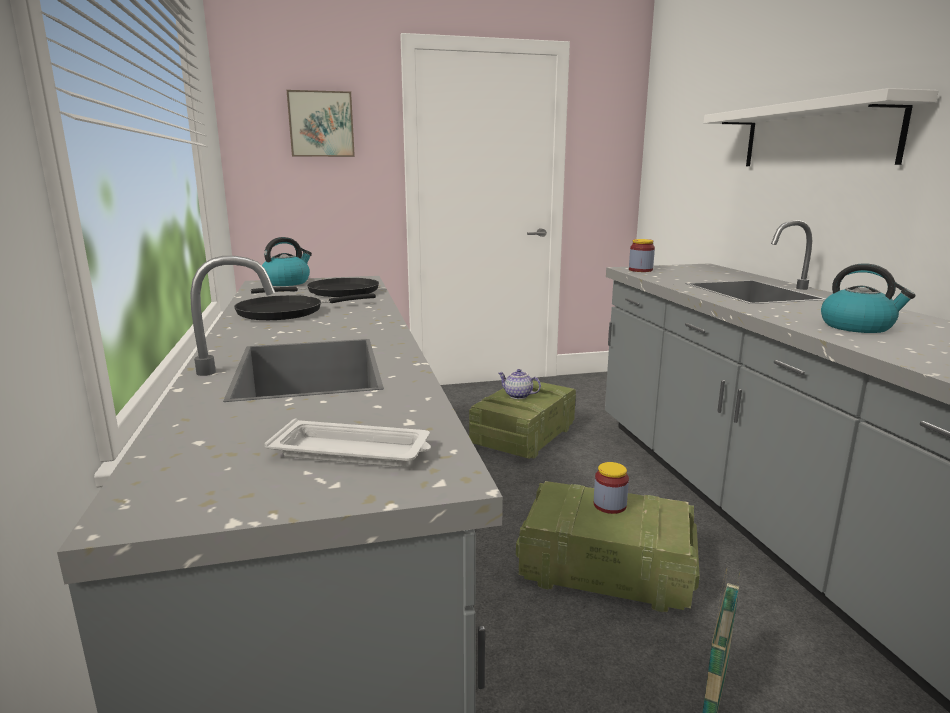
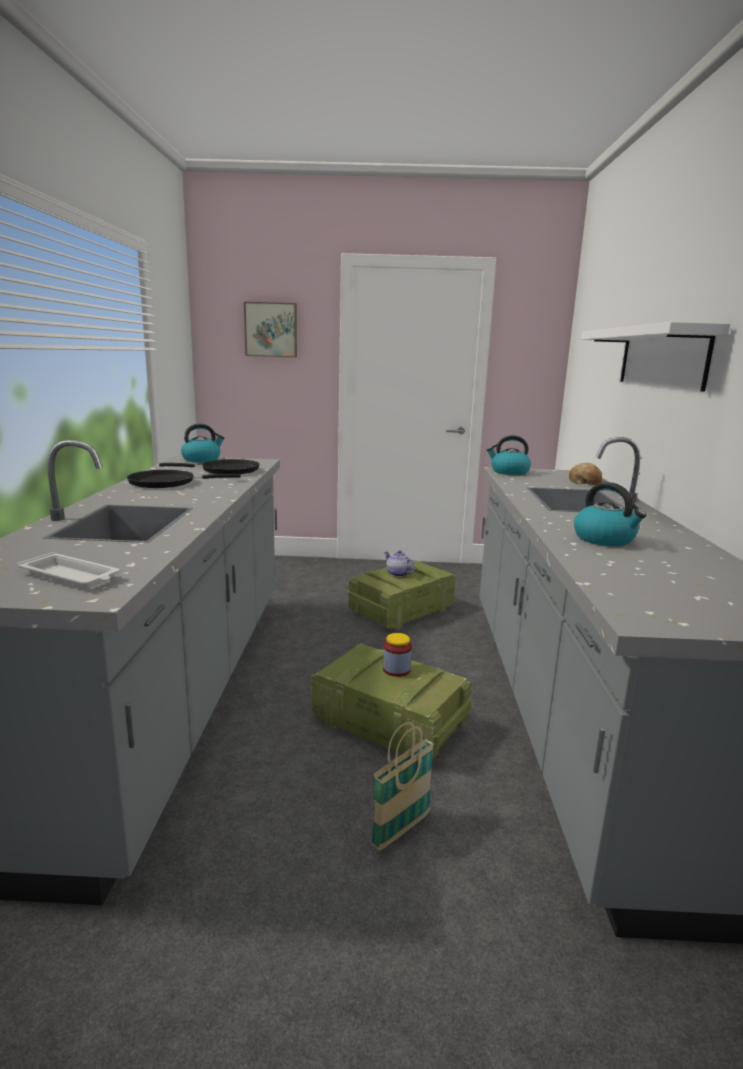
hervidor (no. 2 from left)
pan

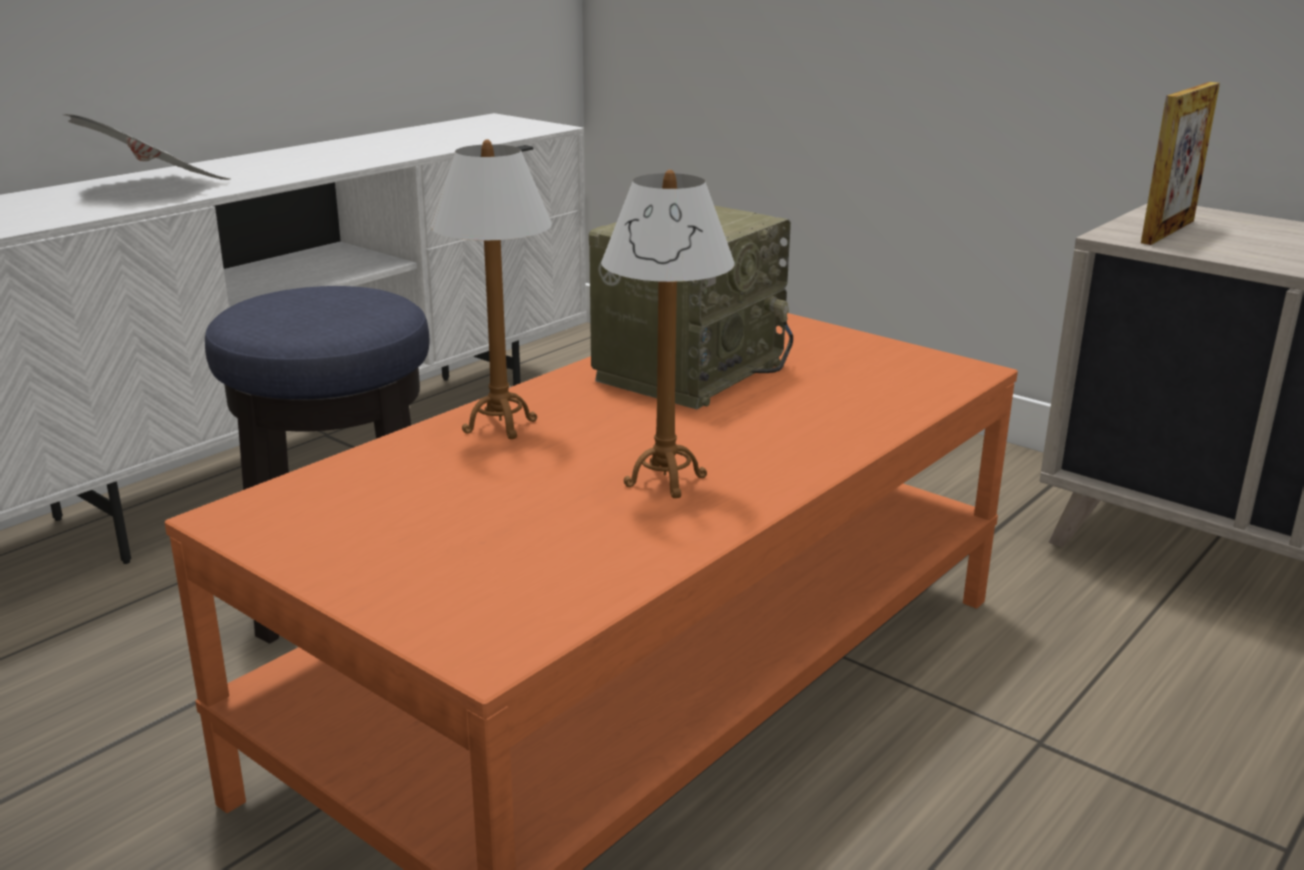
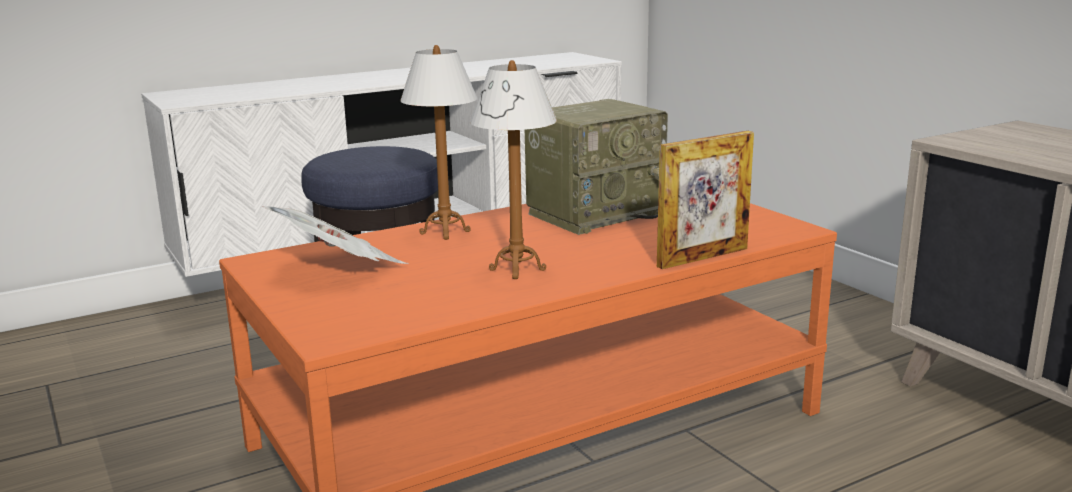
periódico
portarretratos

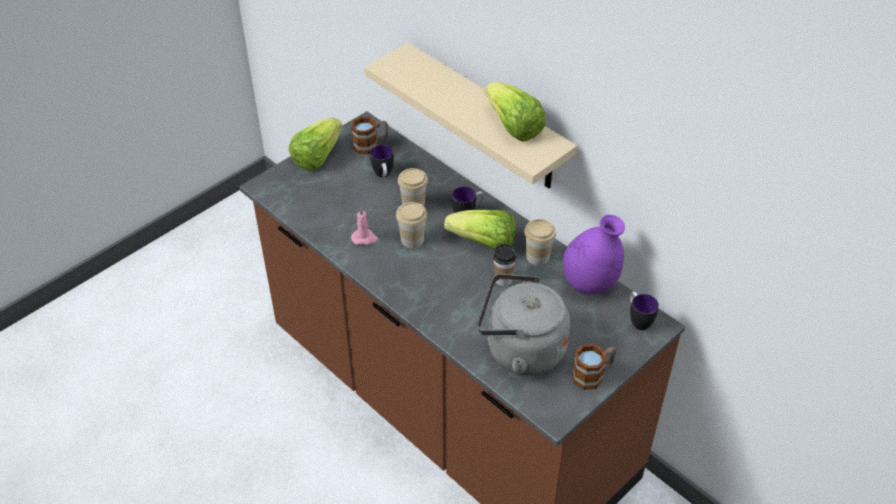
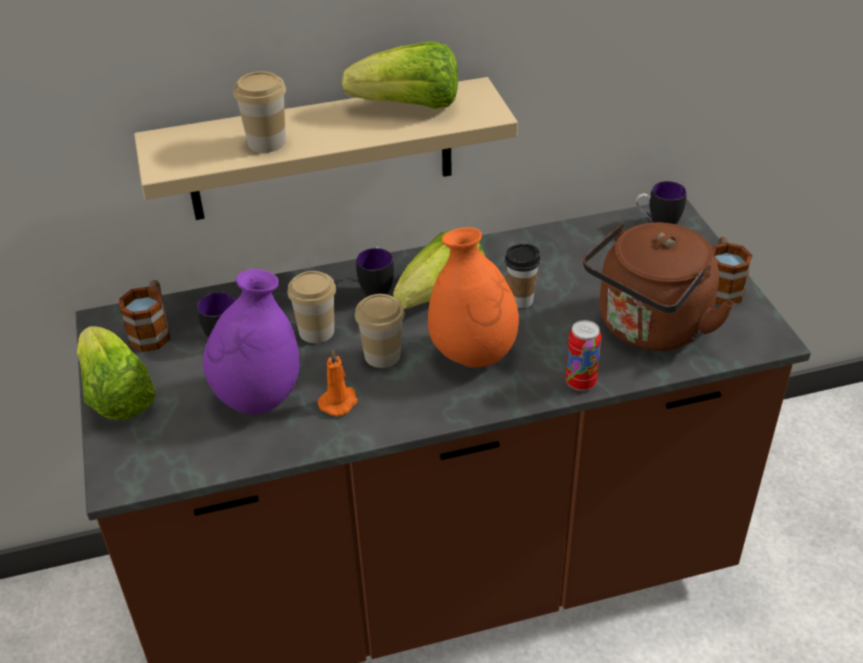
vela (naranja)
hervidor (marrón)
taza (no. 1 from left)
florero (morado)
florero (naranja)
lata

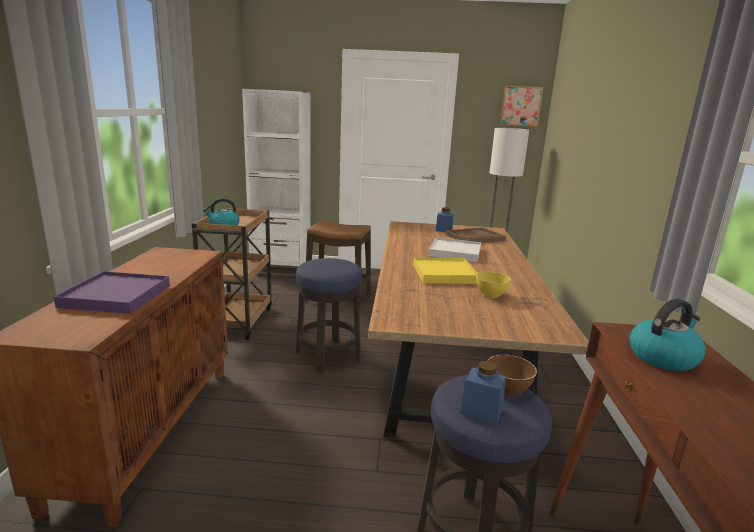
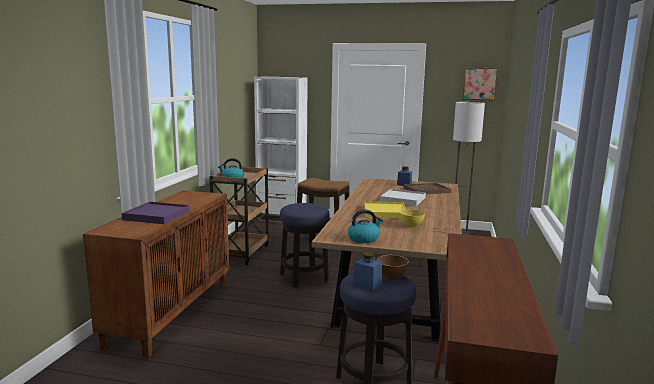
hervidor (no. 2 from left)

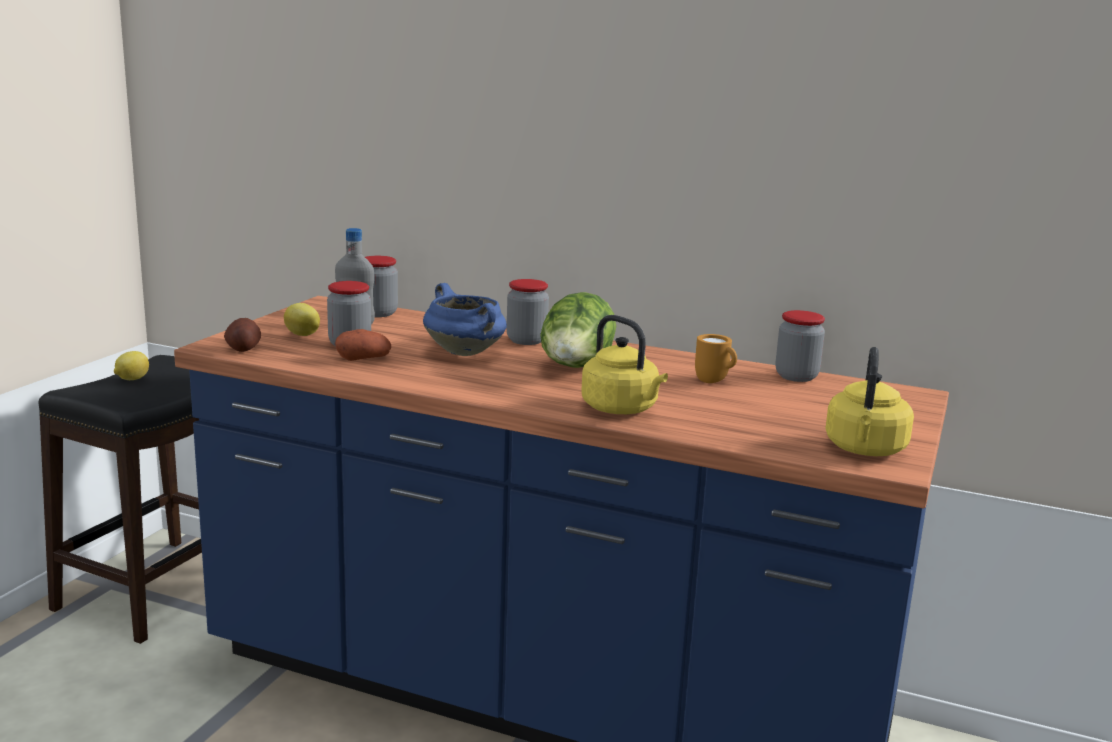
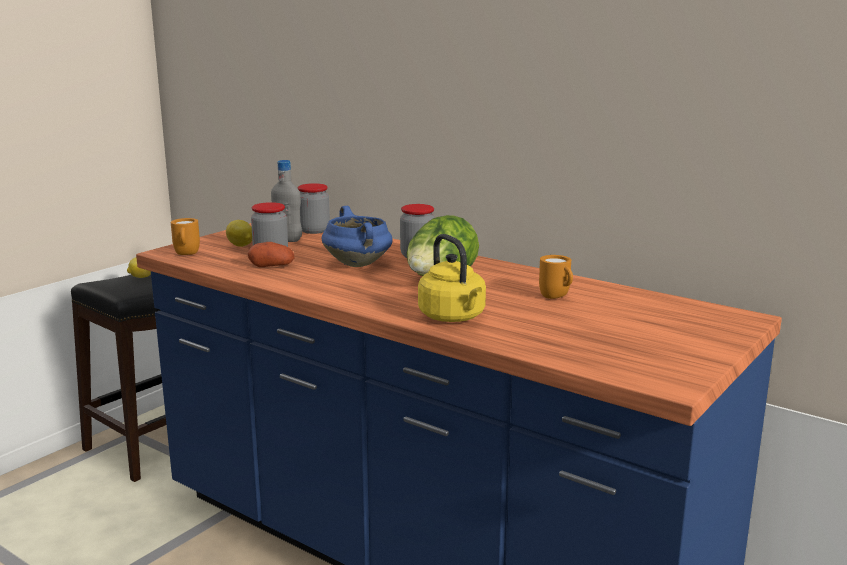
taza grande (naranja) (no. 1 from left)
tarro (no. 4 from left in the first image)
hervidor (amarillo) (no. 2 from left in the first image)

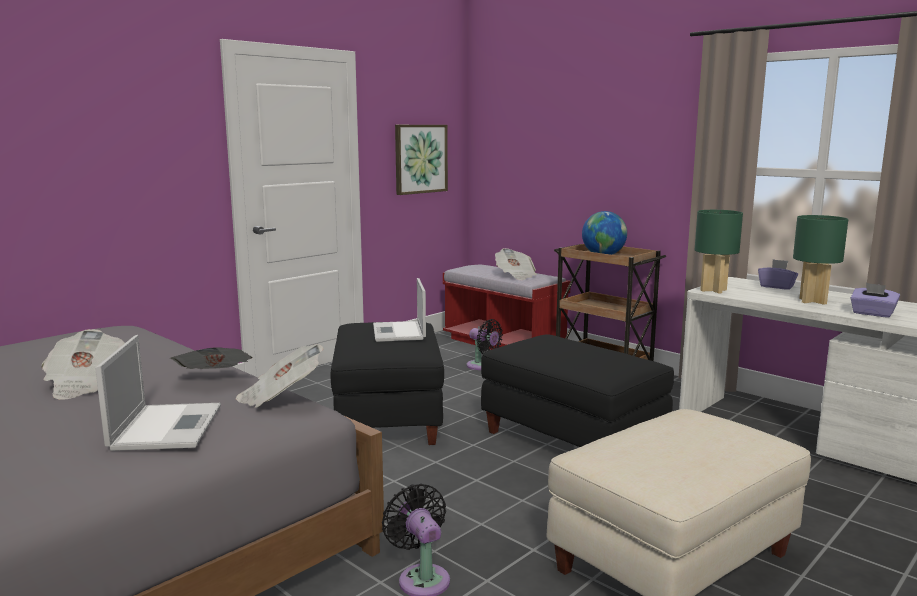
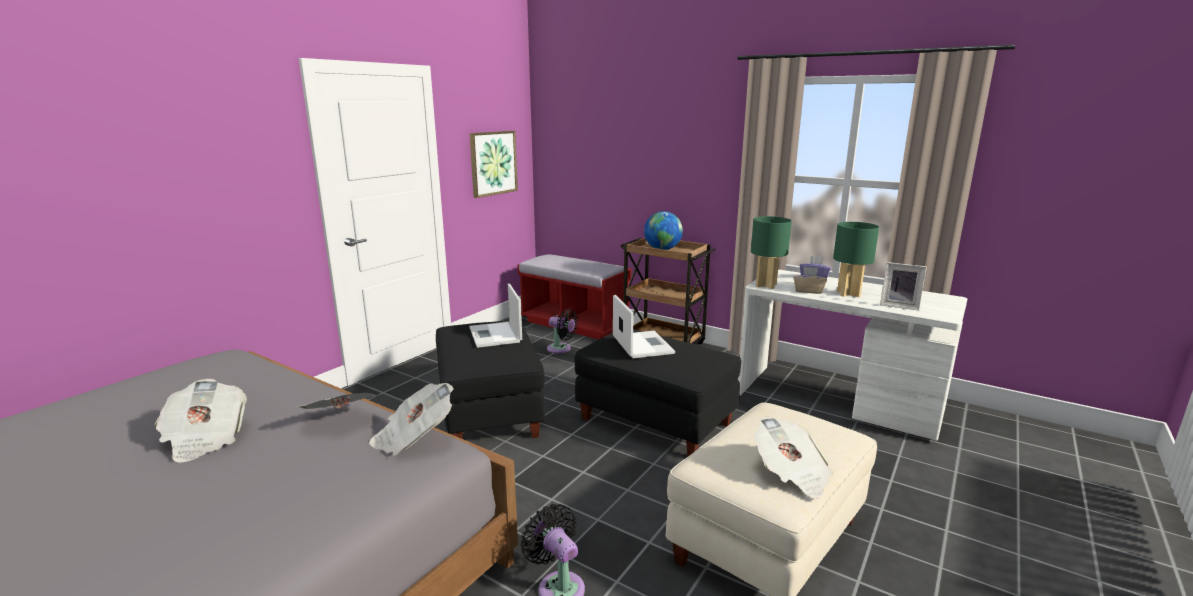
portátil (no. 2 from left)
periódico (no. 4 from left)
portarretratos
caja de pañuelos (beis)

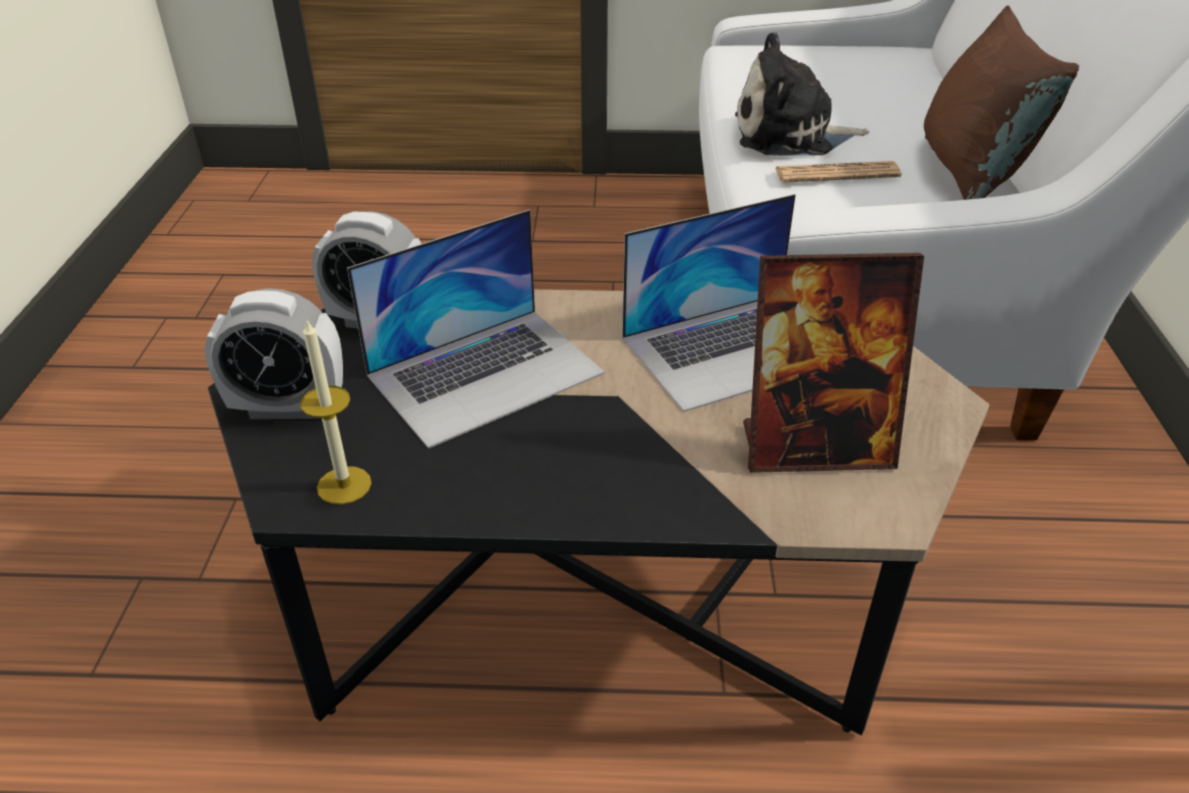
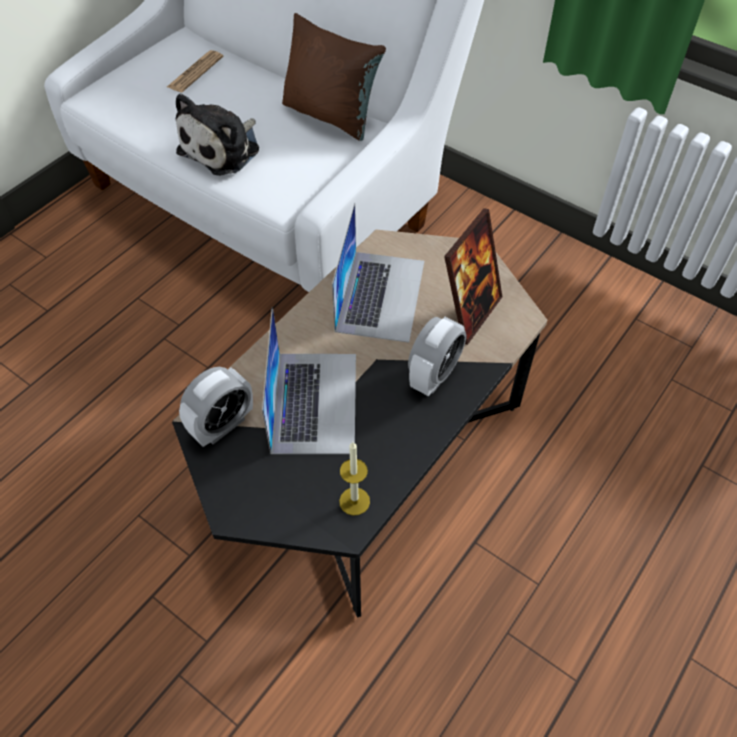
despertador (no. 2 from left)
periódico

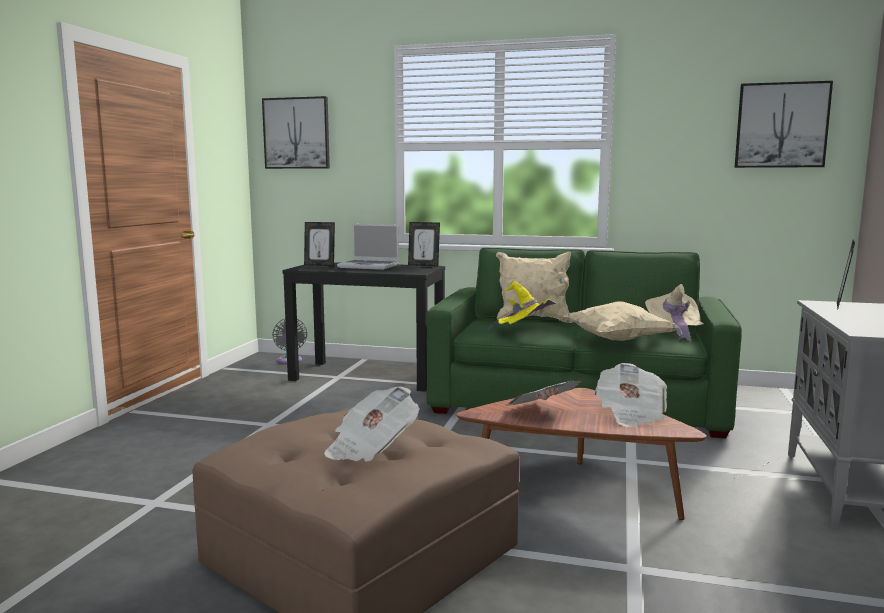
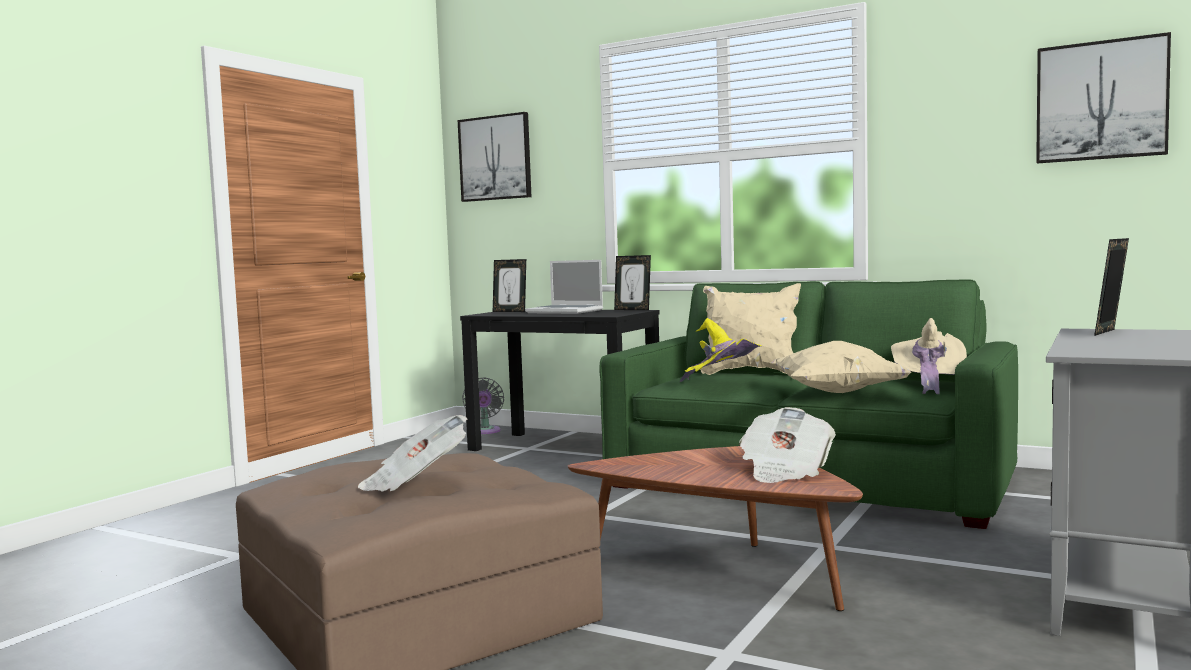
periódico (no. 2 from left in the first image)

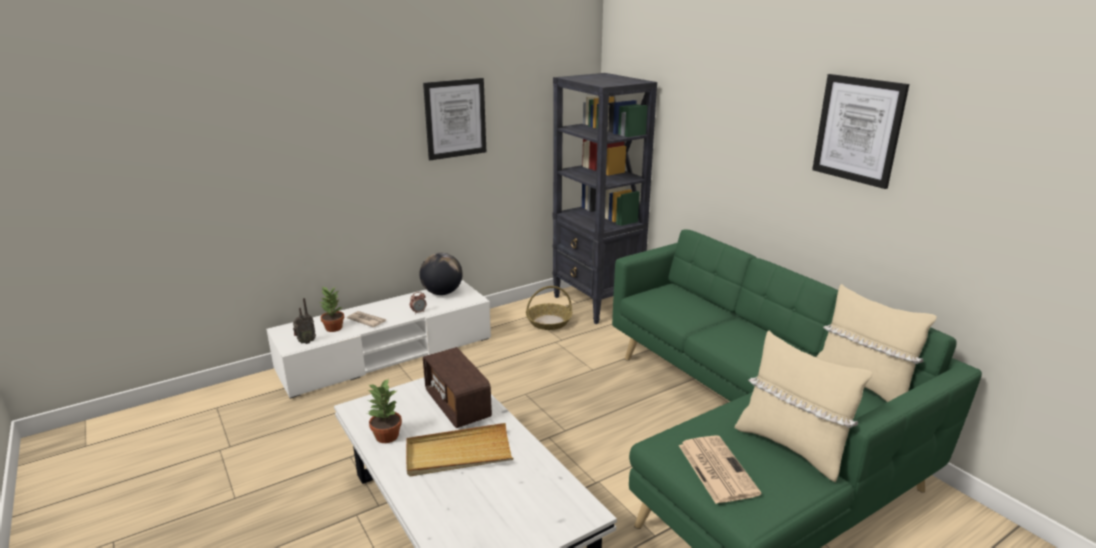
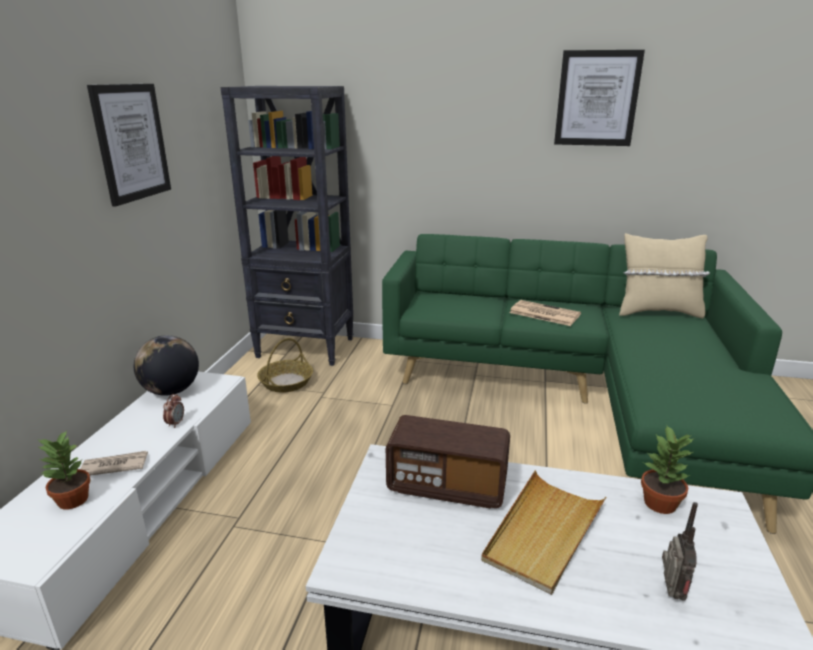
radio (no. 2 from left)
planta en maceta (no. 2 from left)
periódico (no. 2 from left)
cojín (beis) (no. 1 from left in the first image)

